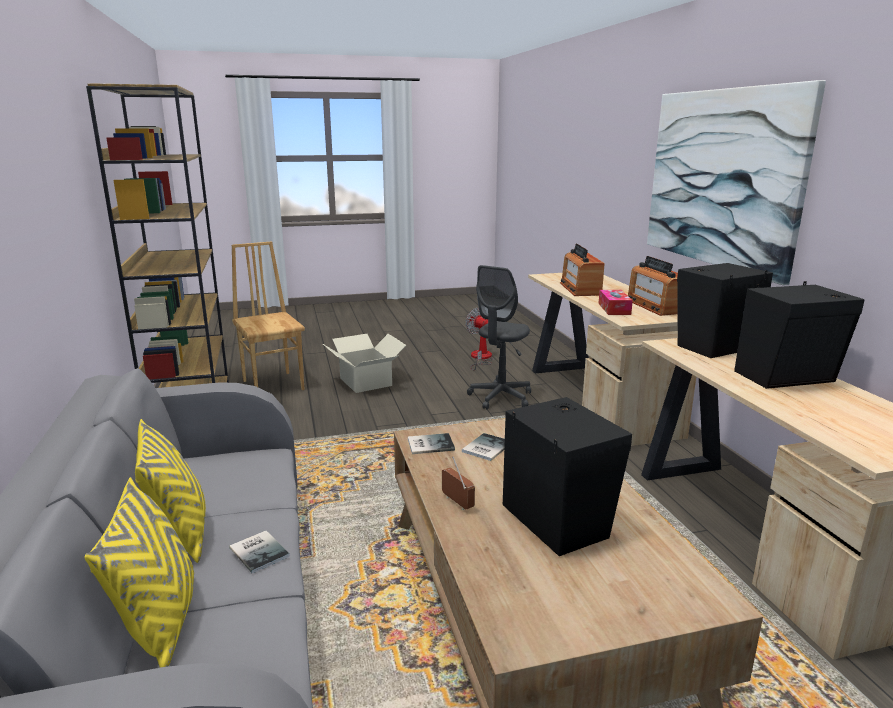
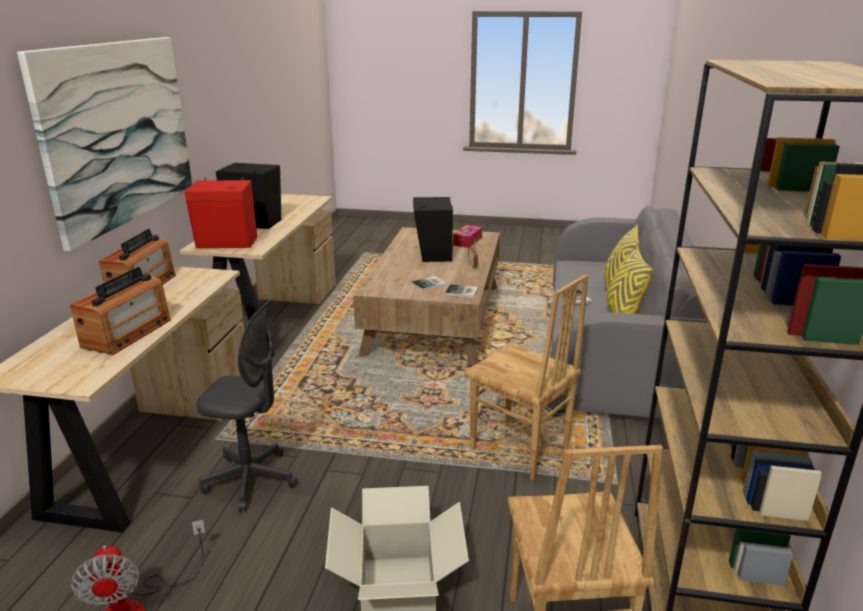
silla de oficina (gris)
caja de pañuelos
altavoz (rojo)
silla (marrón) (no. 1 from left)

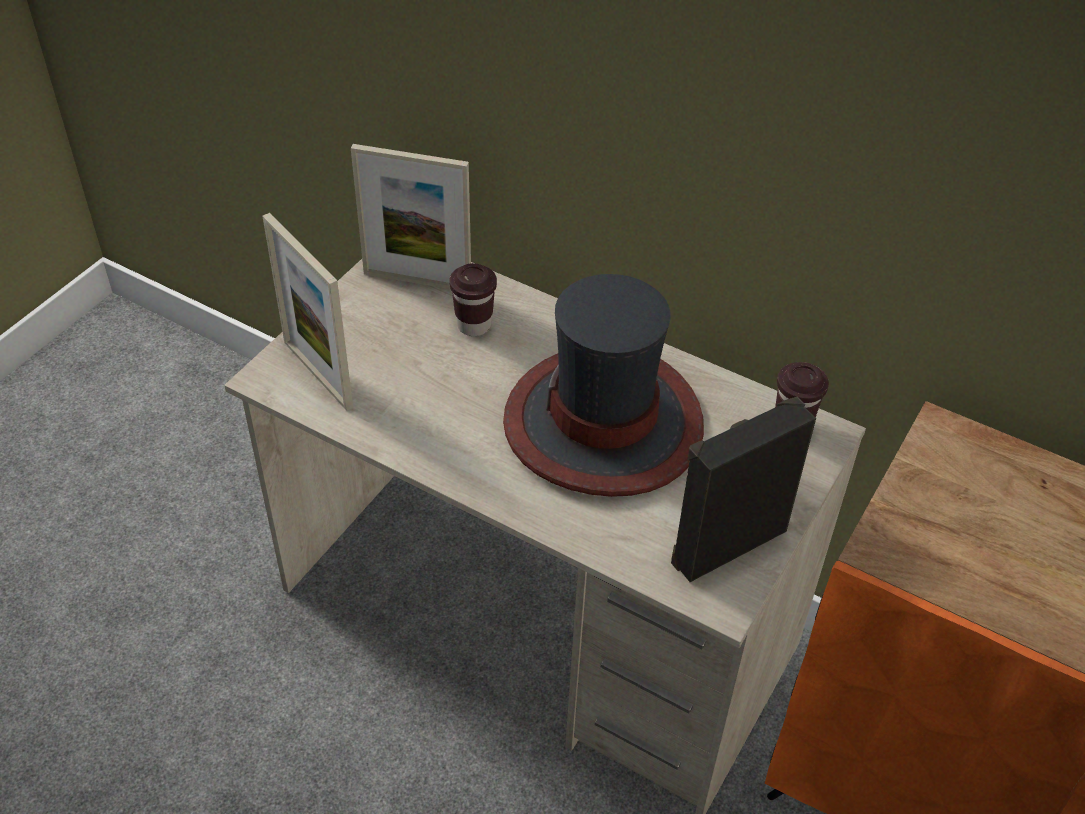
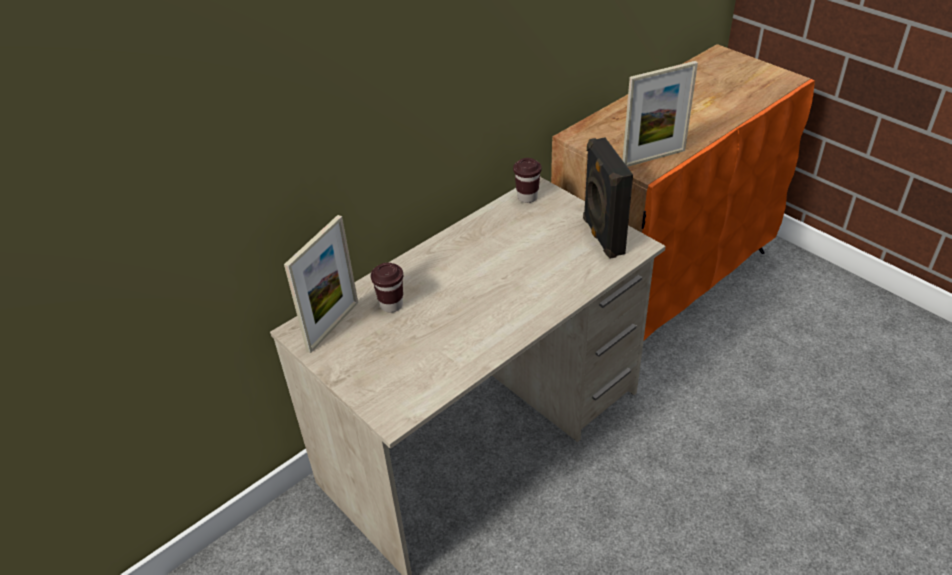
portarretratos (no. 2 from left)
sombrero

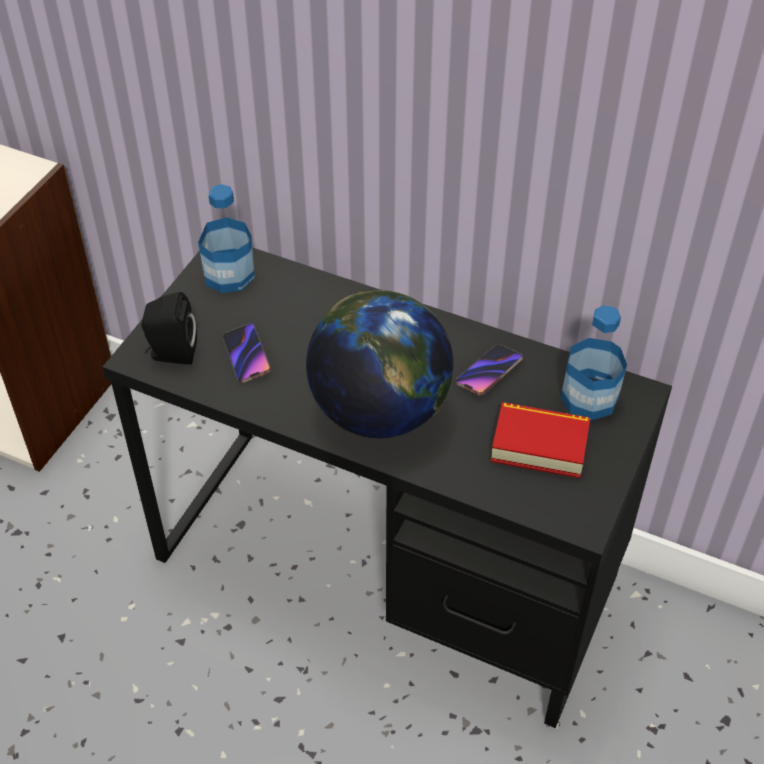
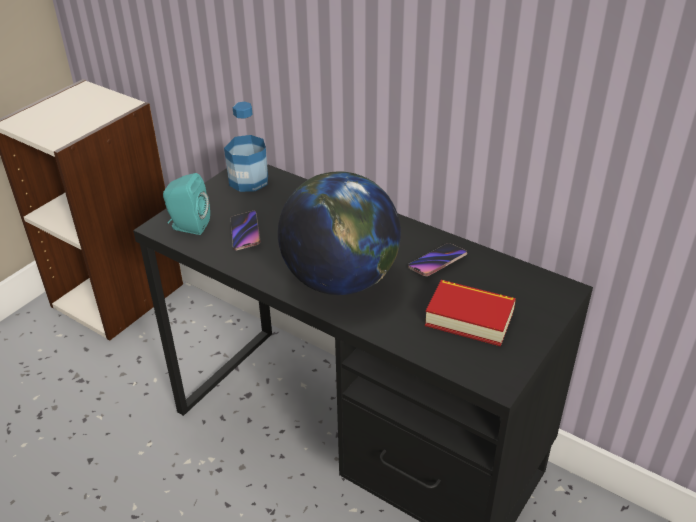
altavoz (turquesa)
botella (no. 2 from left in the first image)

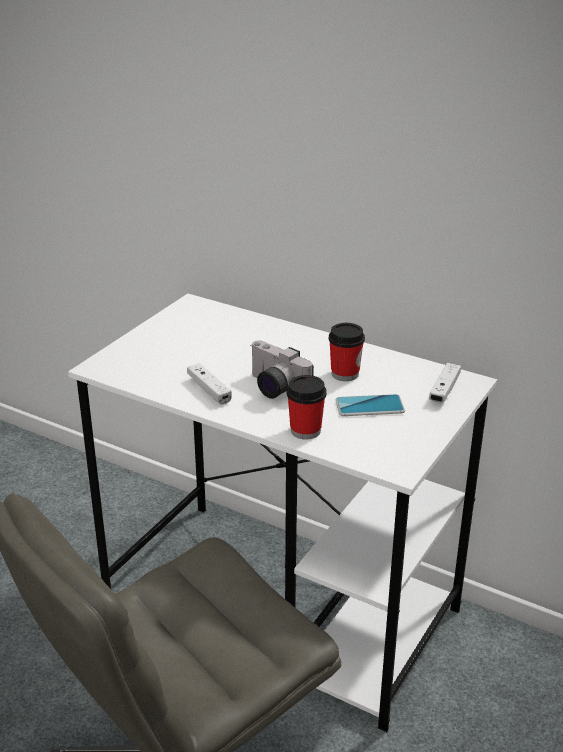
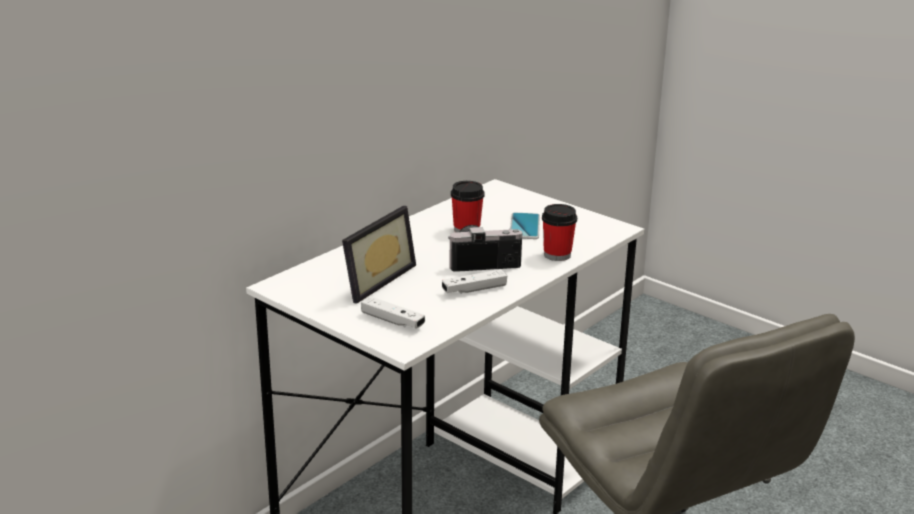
cámara
mando de consola (blanco) (no. 1 from left)
portarretratos

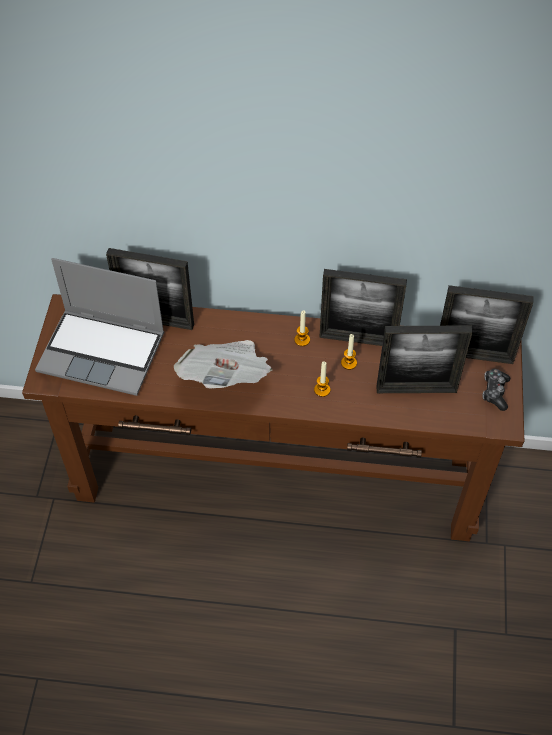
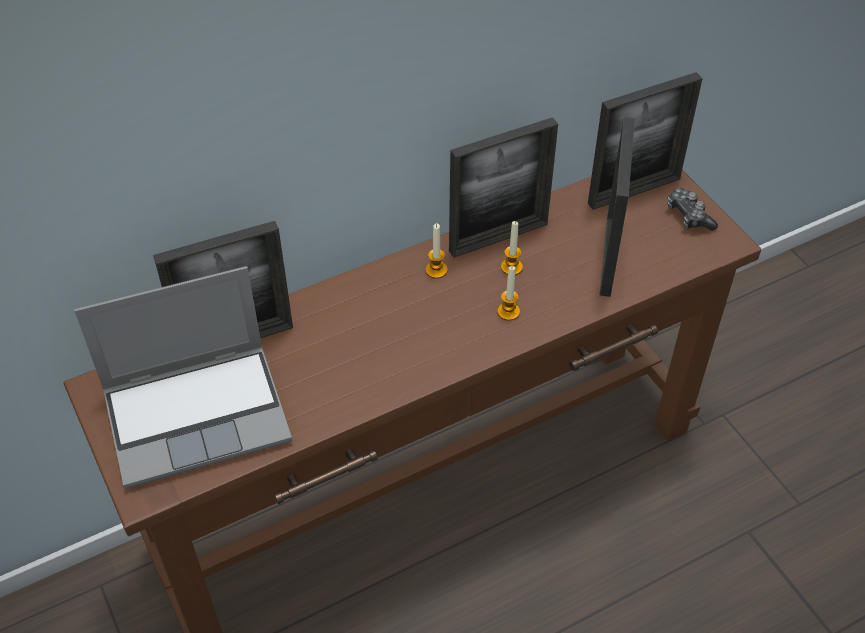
periódico
portarretratos (no. 3 from left)

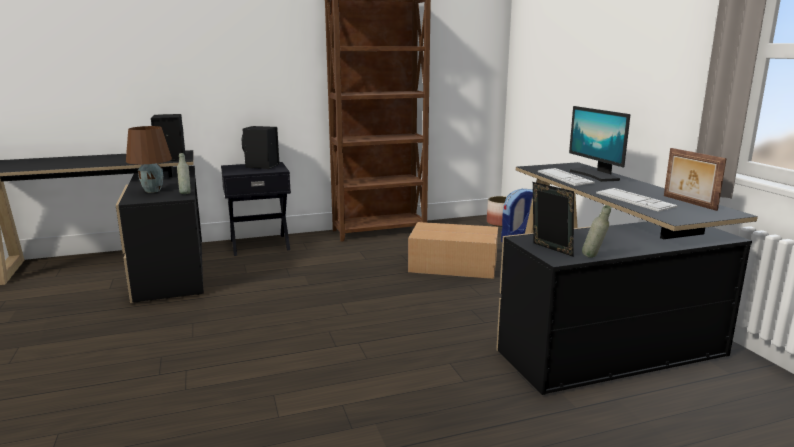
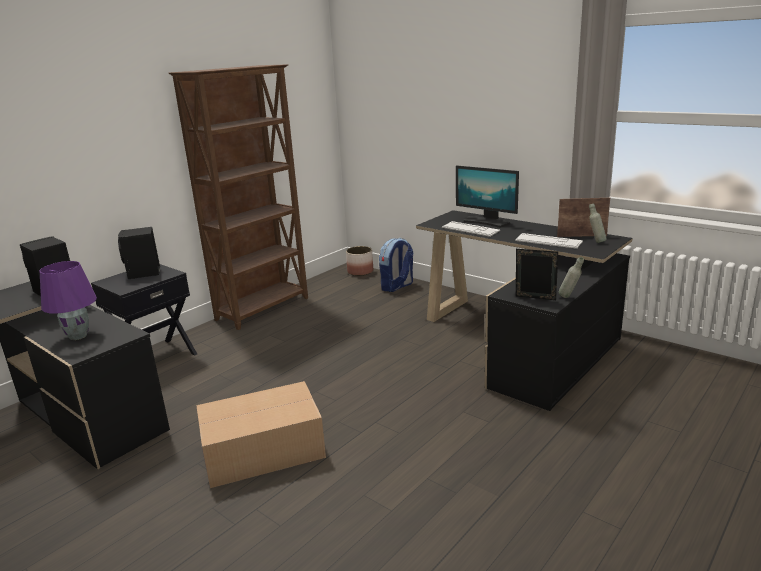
lámpara de mesa (morado)
botella (gris) (no. 2 from left)
caja de cartón
portarretratos (no. 2 from left)

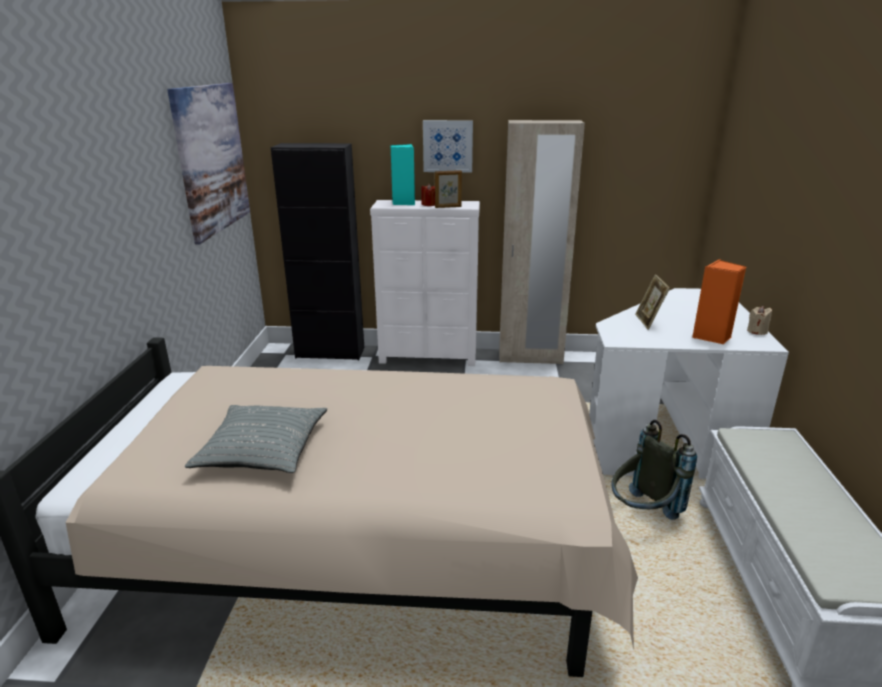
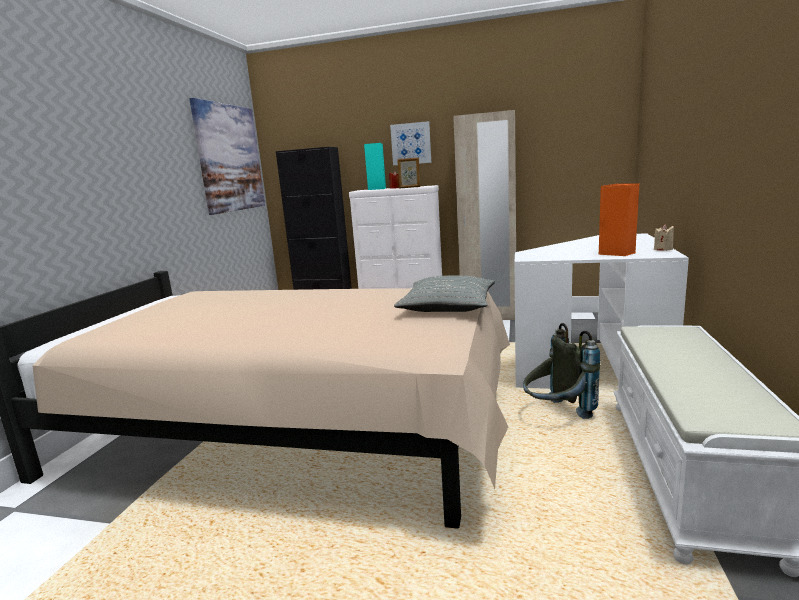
cojín (gris)
portarretratos (no. 2 from left in the first image)

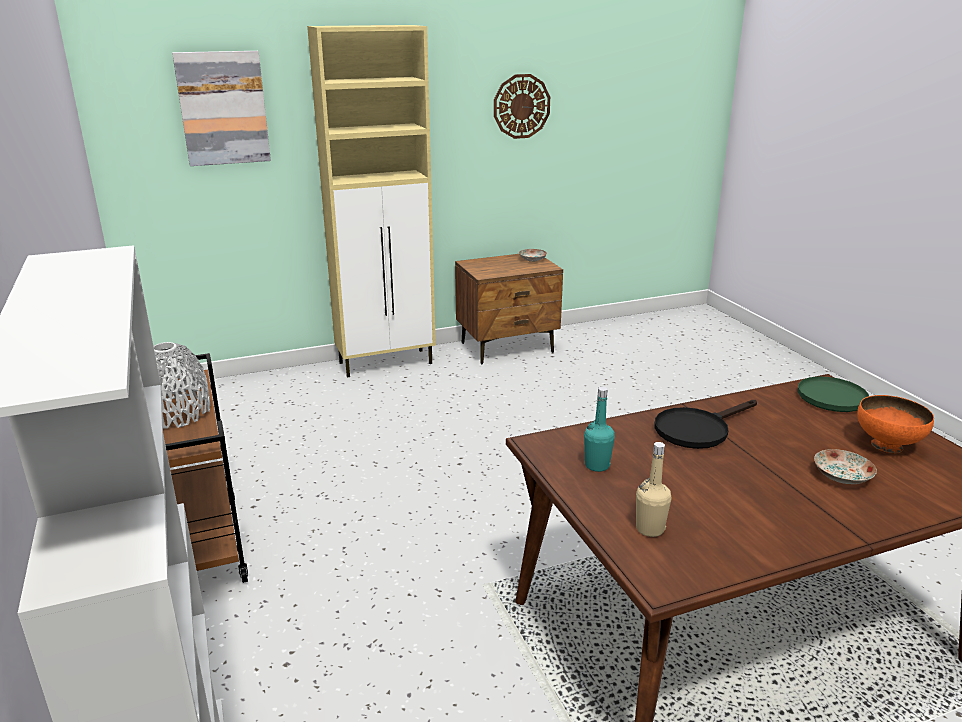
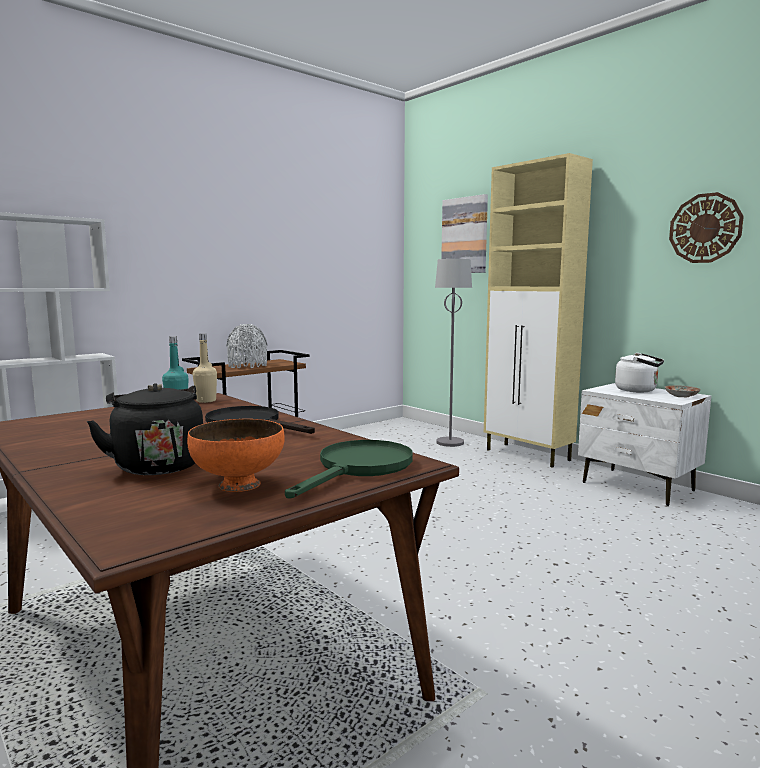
mesita de noche (blanco)
botella (beis)
hervidor (negro)
lámpara de pie (gris)
hervidor (blanco)

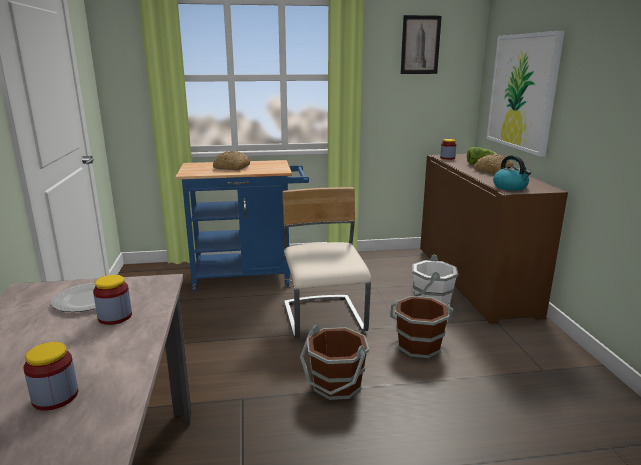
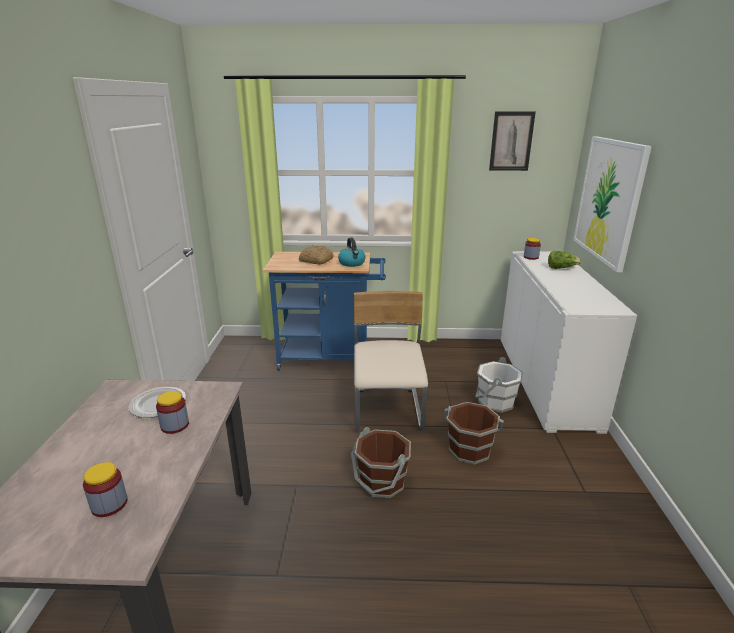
armario (blanco)
pan (no. 2 from left in the first image)
hervidor

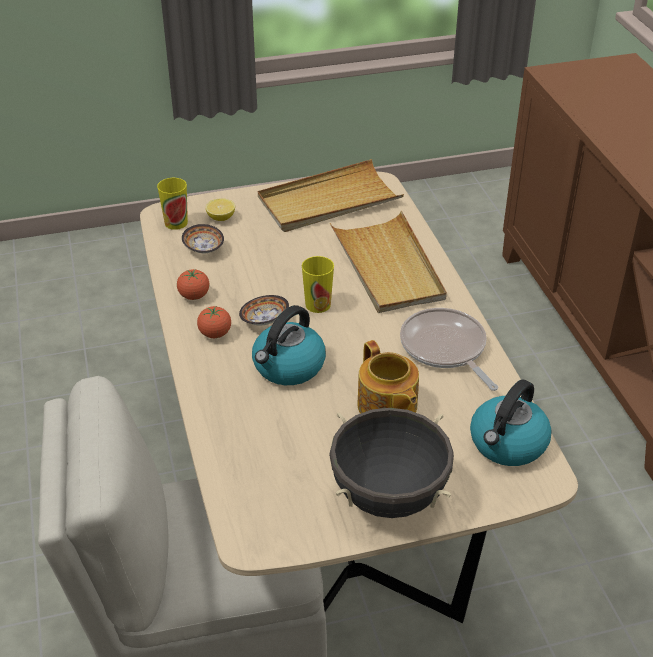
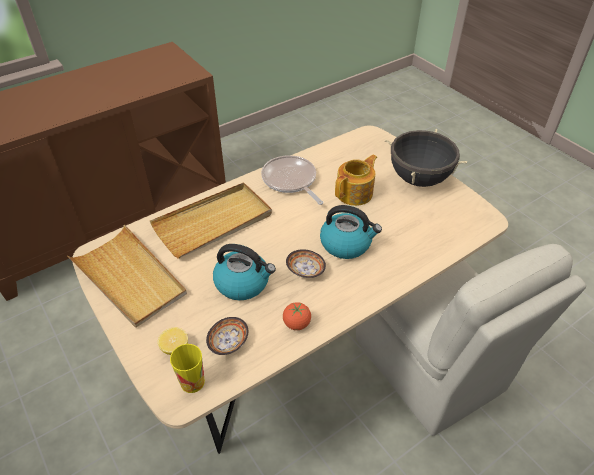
tomate (no. 2 from left in the first image)
taza (no. 2 from left in the first image)
sartén
hervidor (no. 1 from left)

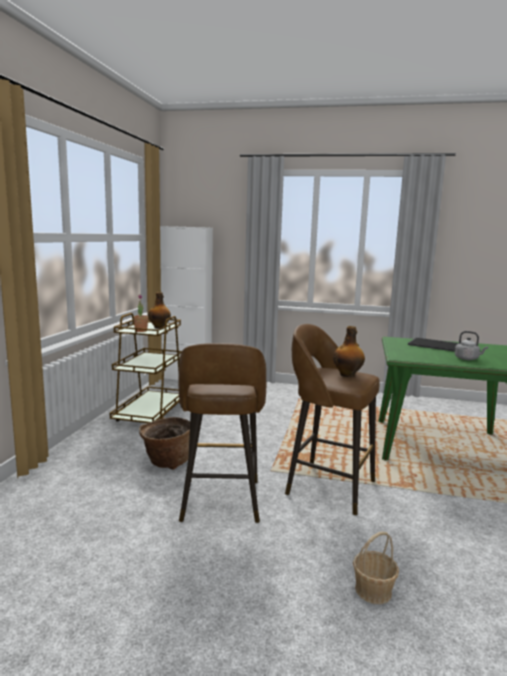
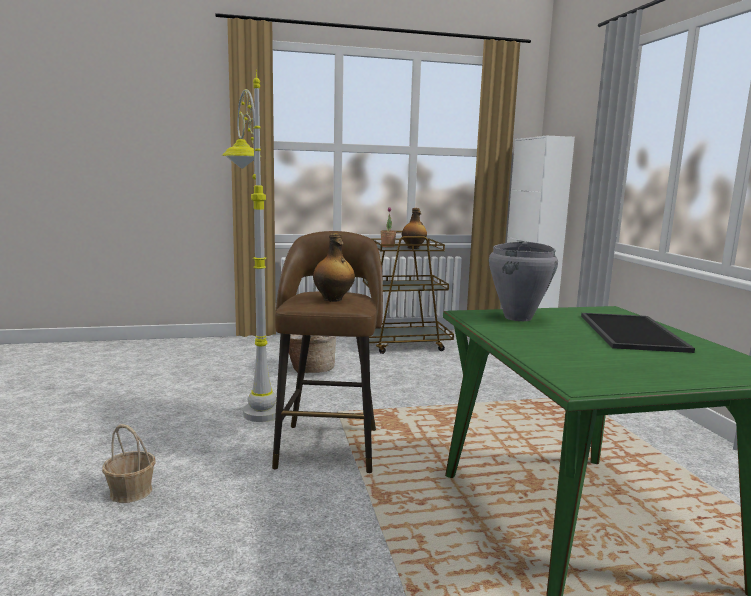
lámpara de pie (gris)
hervidor (gris)
olla (gris)

